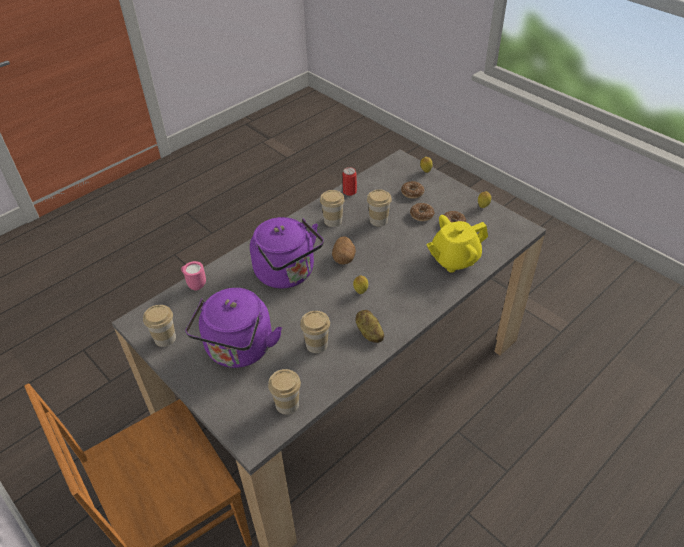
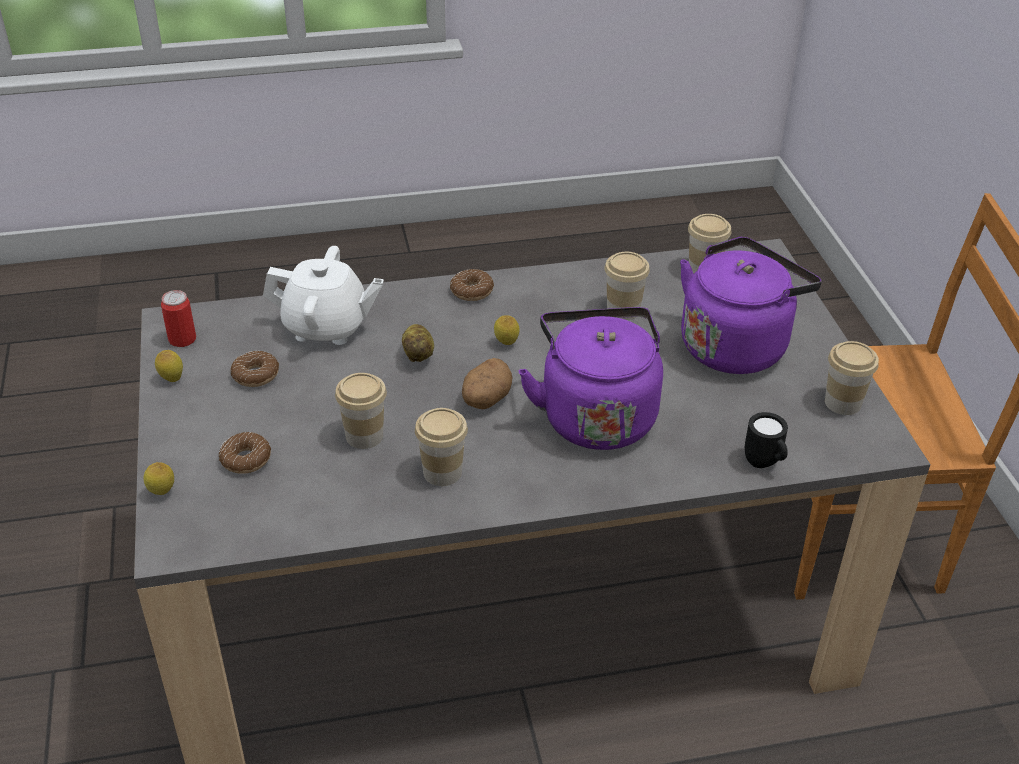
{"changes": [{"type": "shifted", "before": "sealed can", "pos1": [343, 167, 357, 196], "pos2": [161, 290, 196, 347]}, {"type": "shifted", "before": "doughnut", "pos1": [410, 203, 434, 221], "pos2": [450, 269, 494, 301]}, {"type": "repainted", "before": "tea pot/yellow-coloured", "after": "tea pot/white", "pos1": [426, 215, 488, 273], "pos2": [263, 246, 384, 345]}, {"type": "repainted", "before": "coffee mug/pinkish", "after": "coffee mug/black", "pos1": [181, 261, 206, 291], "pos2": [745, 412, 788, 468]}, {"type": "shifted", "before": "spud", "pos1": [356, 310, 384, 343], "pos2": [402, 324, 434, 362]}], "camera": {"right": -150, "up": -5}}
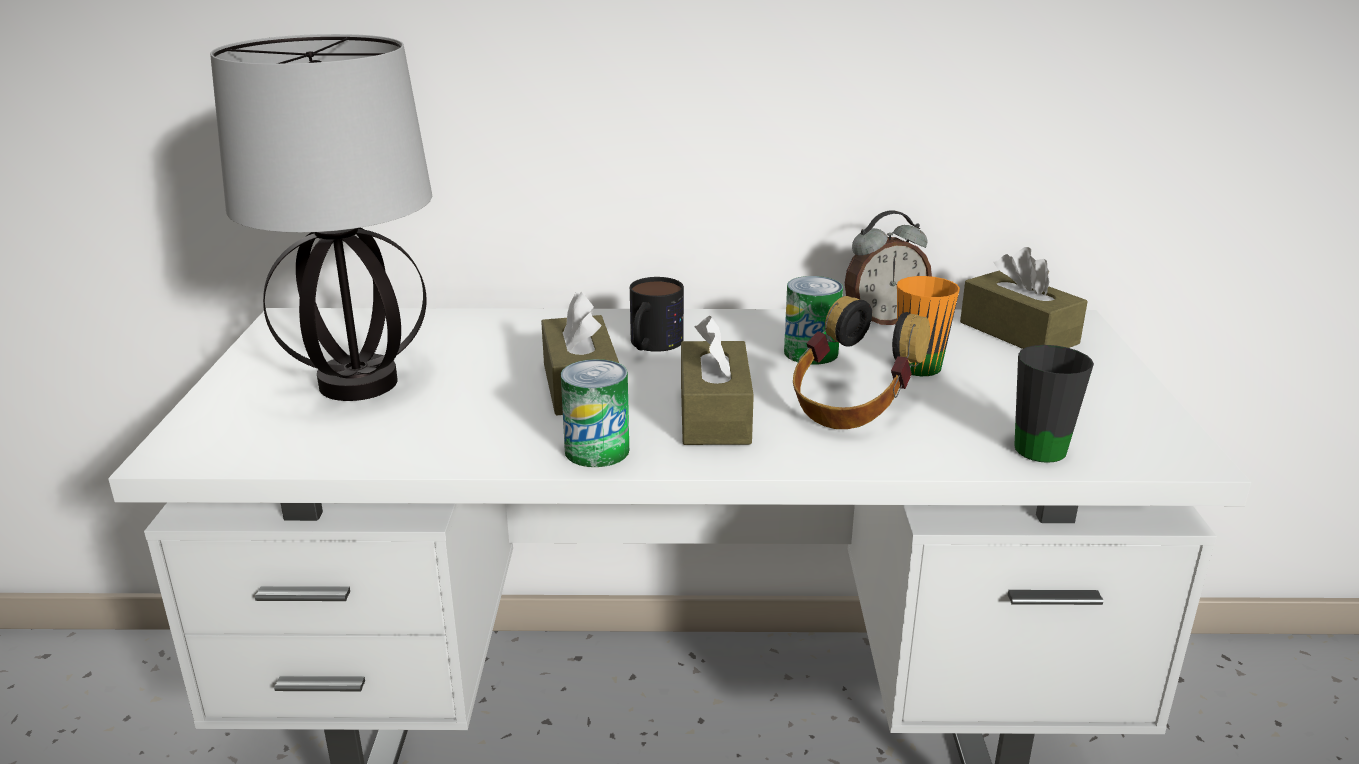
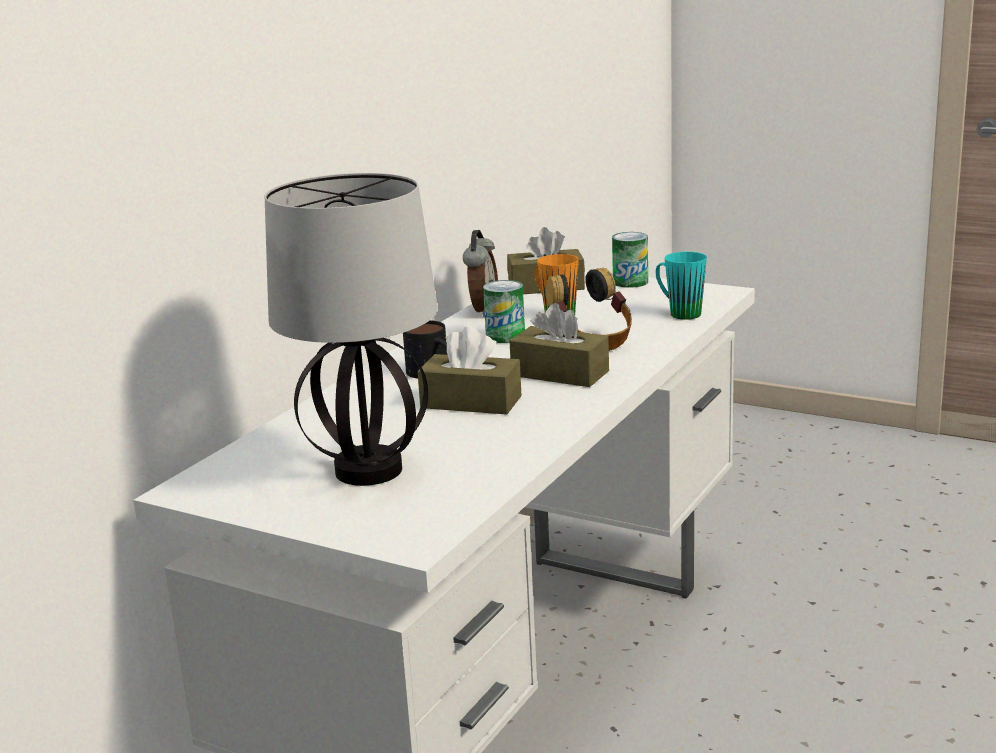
{"changes": [{"type": "repainted", "before": "coffee mug/black", "after": "coffee mug/turquoise-coloured", "pos1": [1014, 345, 1094, 463], "pos2": [656, 252, 707, 320]}, {"type": "shifted", "before": "sealed can", "pos1": [561, 359, 629, 467], "pos2": [612, 232, 648, 288]}], "camera": {"right": -60, "up": -5}}
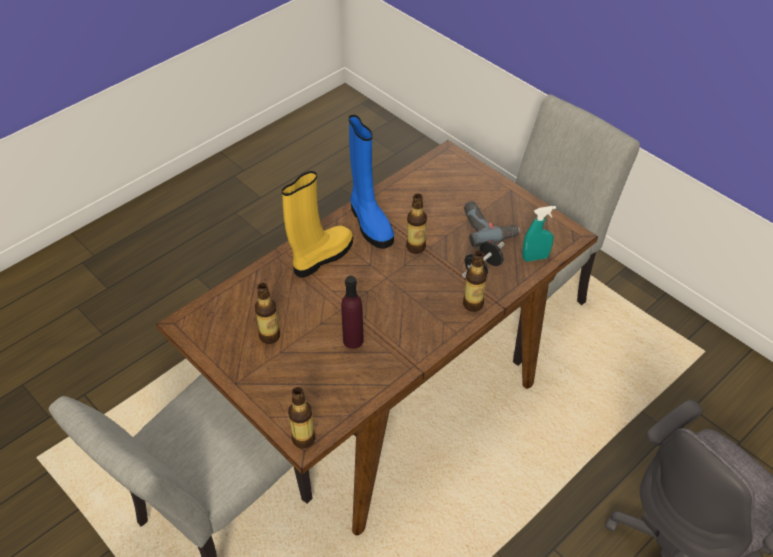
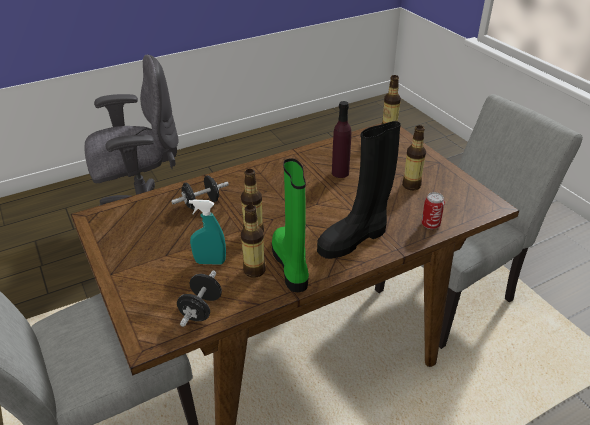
{"changes": [{"type": "repainted", "before": "tall boot/bluish", "after": "tall boot/green", "pos1": [349, 115, 394, 249], "pos2": [272, 158, 309, 292]}, {"type": "repainted", "before": "tall boot/yellow-coloured", "after": "tall boot/black", "pos1": [282, 171, 353, 278], "pos2": [317, 121, 401, 259]}, {"type": "gone", "before": "power drill", "pos1": [464, 201, 520, 247]}, {"type": "shifted", "before": "spray bottle/turquoise-coloured", "pos1": [522, 206, 556, 262], "pos2": [189, 199, 226, 265]}, {"type": "shifted", "before": "drink bottle", "pos1": [463, 251, 487, 312], "pos2": [241, 205, 266, 278]}, {"type": "new", "after": "sealed can", "pos2": [421, 192, 445, 229]}, {"type": "new", "after": "dumbbell/black", "pos2": [177, 270, 222, 327]}], "camera": {"right": -165, "up": -10}}
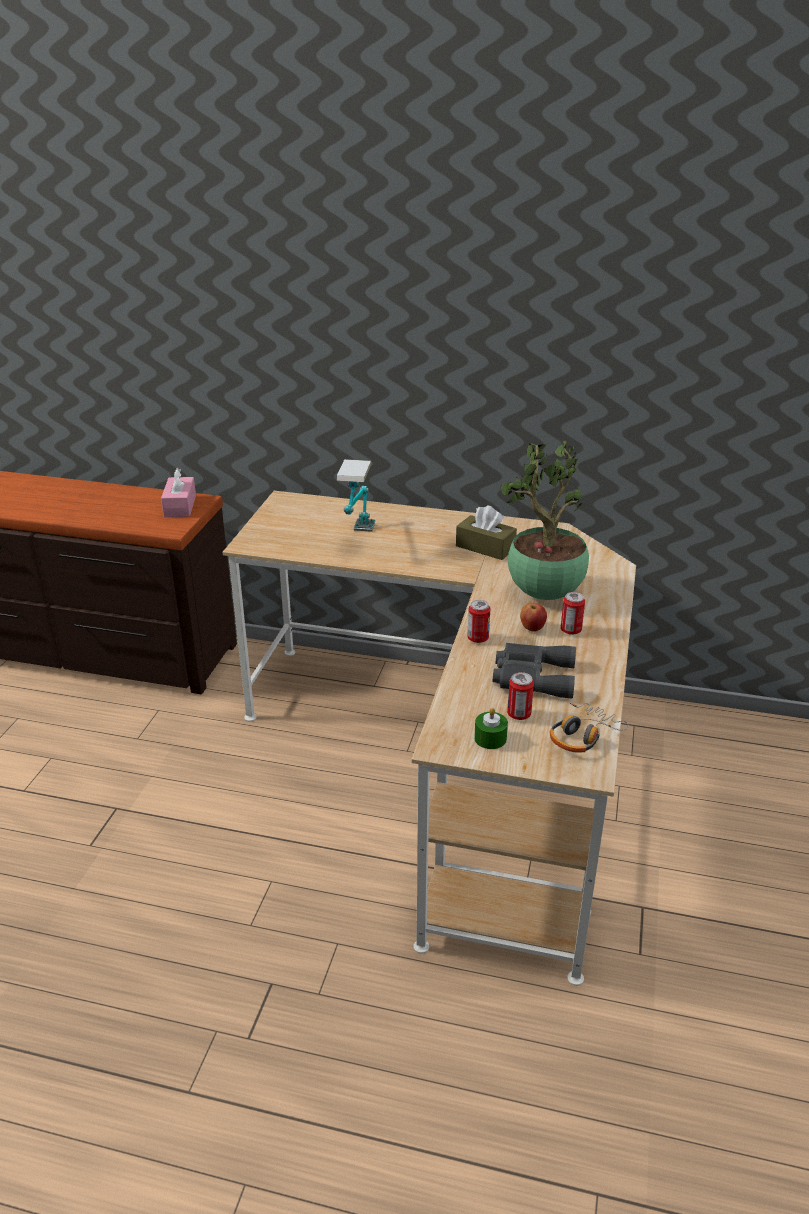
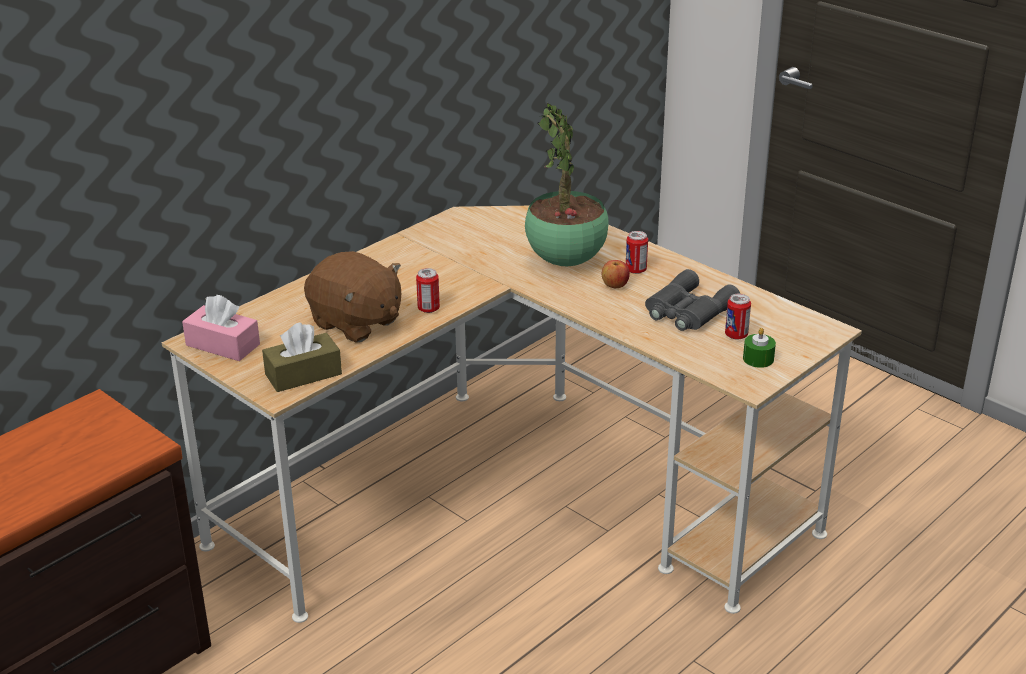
{"changes": [{"type": "swapped", "before": "lamp for a table", "after": "cuddly toy/brown", "pos1": [337, 459, 375, 532], "pos2": [304, 251, 401, 343]}, {"type": "shifted", "before": "tissue holder/pinkish", "pos1": [161, 468, 196, 517], "pos2": [182, 295, 260, 361]}, {"type": "shifted", "before": "tissue holder/brown", "pos1": [456, 505, 517, 560], "pos2": [262, 323, 342, 392]}, {"type": "shifted", "before": "sealed can", "pos1": [467, 600, 490, 643], "pos2": [416, 268, 440, 313]}, {"type": "gone", "before": "headset", "pos1": [550, 703, 629, 753]}], "camera": {"right": -60, "up": 0}}
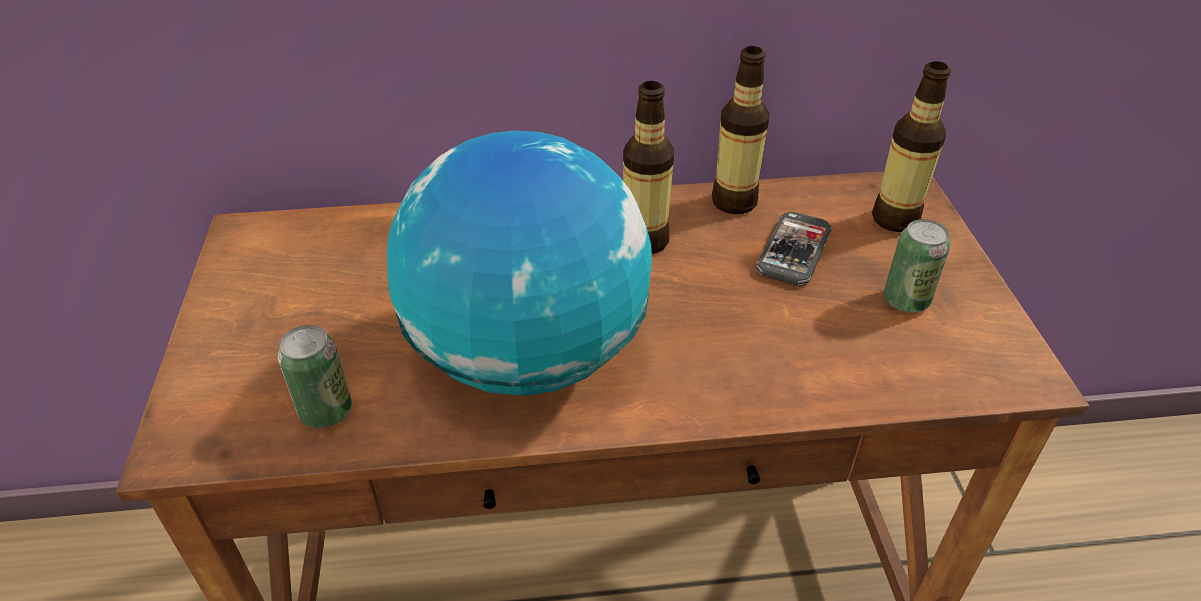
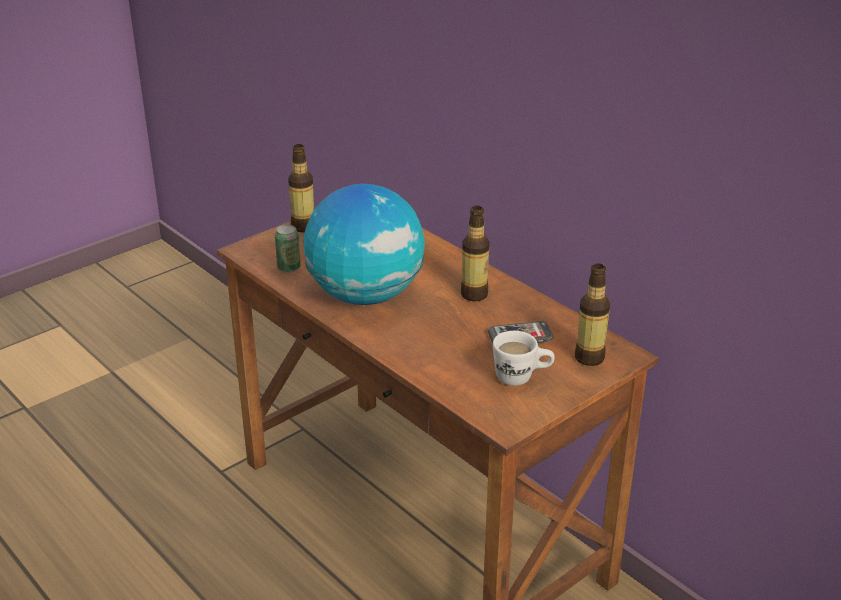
{"changes": [{"type": "shifted", "before": "drink bottle", "pos1": [712, 46, 770, 214], "pos2": [288, 144, 314, 232]}, {"type": "swapped", "before": "sealed can", "after": "coffee mug/white", "pos1": [884, 219, 951, 313], "pos2": [493, 331, 555, 386]}], "camera": {"right": 55, "up": -10}}
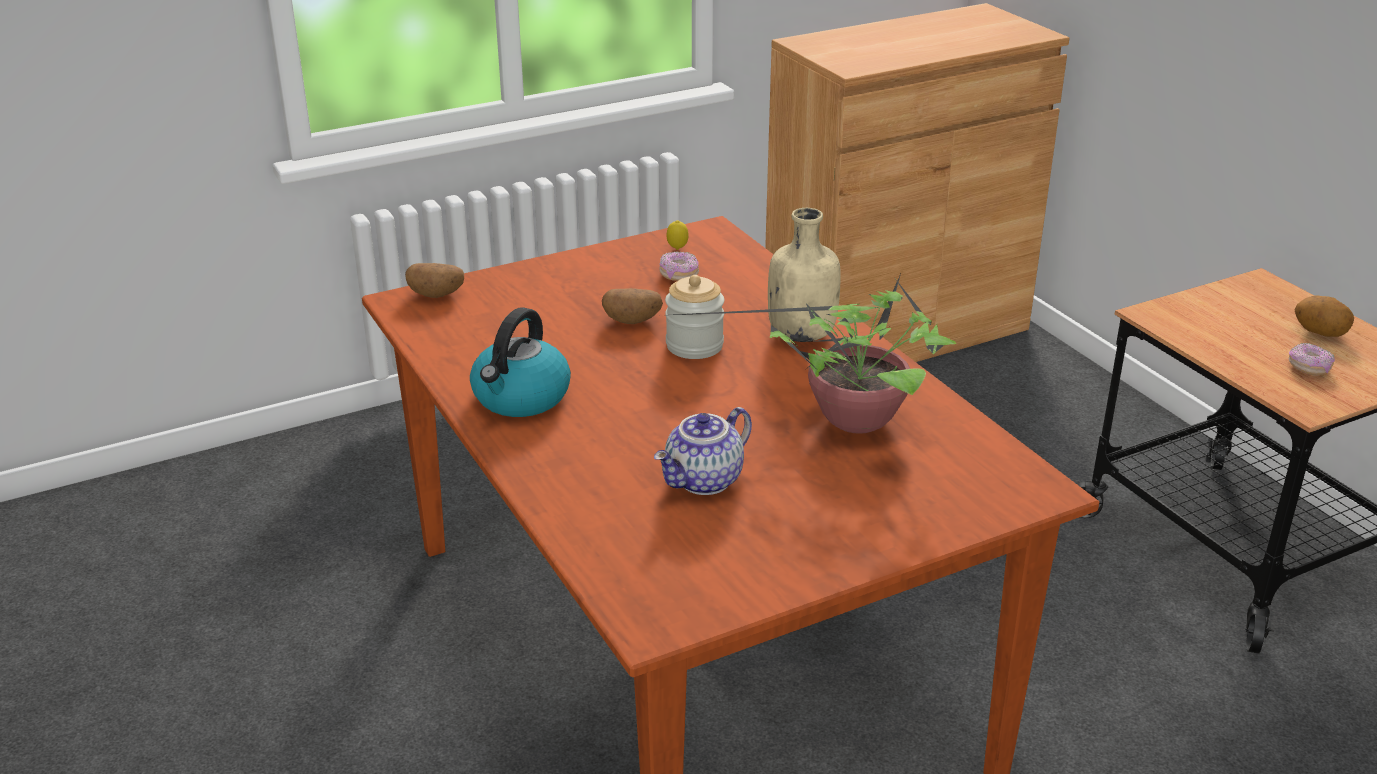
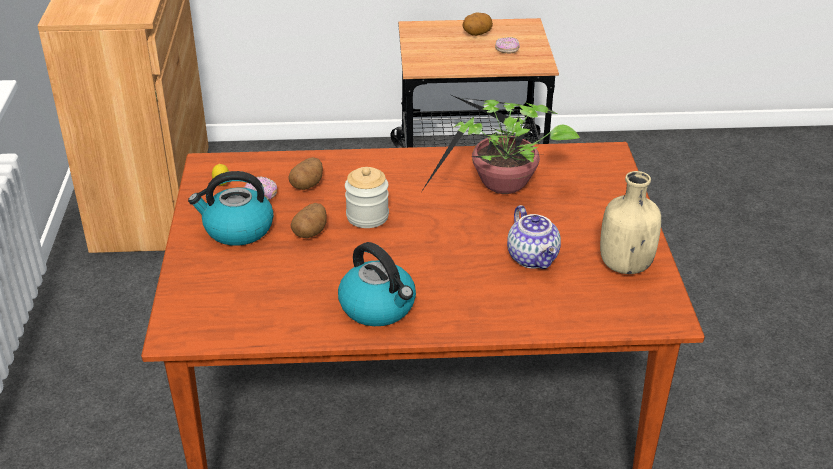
{"changes": [{"type": "shifted", "before": "drink bottle/beige", "pos1": [768, 208, 841, 342], "pos2": [600, 171, 661, 274]}, {"type": "shifted", "before": "spud", "pos1": [405, 263, 464, 298], "pos2": [288, 157, 323, 190]}, {"type": "new", "after": "tea kettle", "pos2": [188, 171, 274, 246]}], "camera": {"right": -65, "up": 5}}
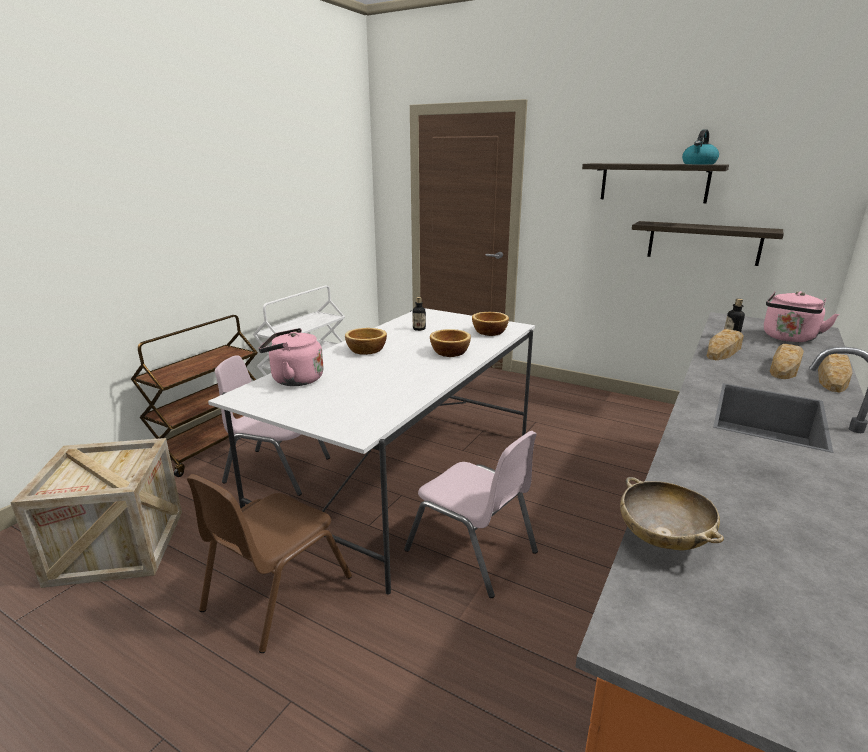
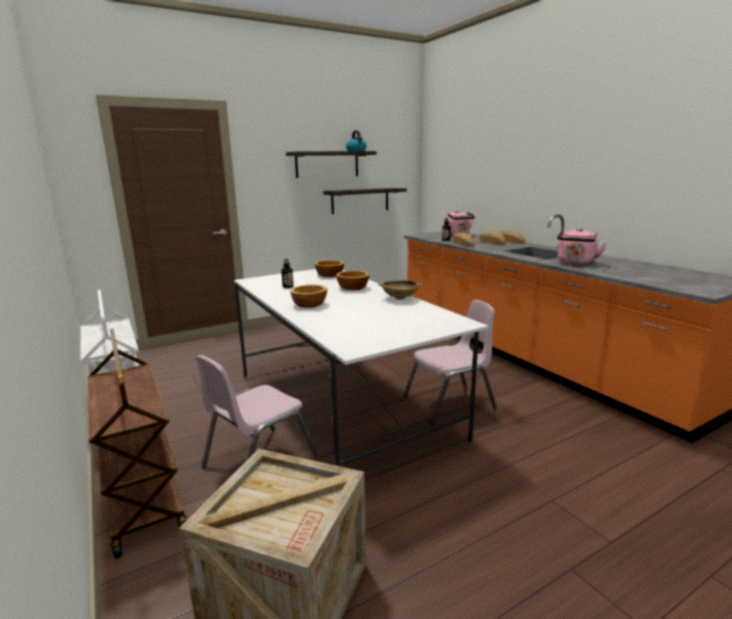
{"changes": [{"type": "shifted", "before": "tea kettle/pinkish", "pos1": [258, 328, 324, 386], "pos2": [557, 228, 607, 265]}, {"type": "gone", "before": "chair/brown", "pos1": [187, 474, 352, 653]}, {"type": "shifted", "before": "deep dish/beige", "pos1": [620, 477, 724, 551], "pos2": [378, 280, 422, 300]}], "camera": {"right": -60, "up": -5}}
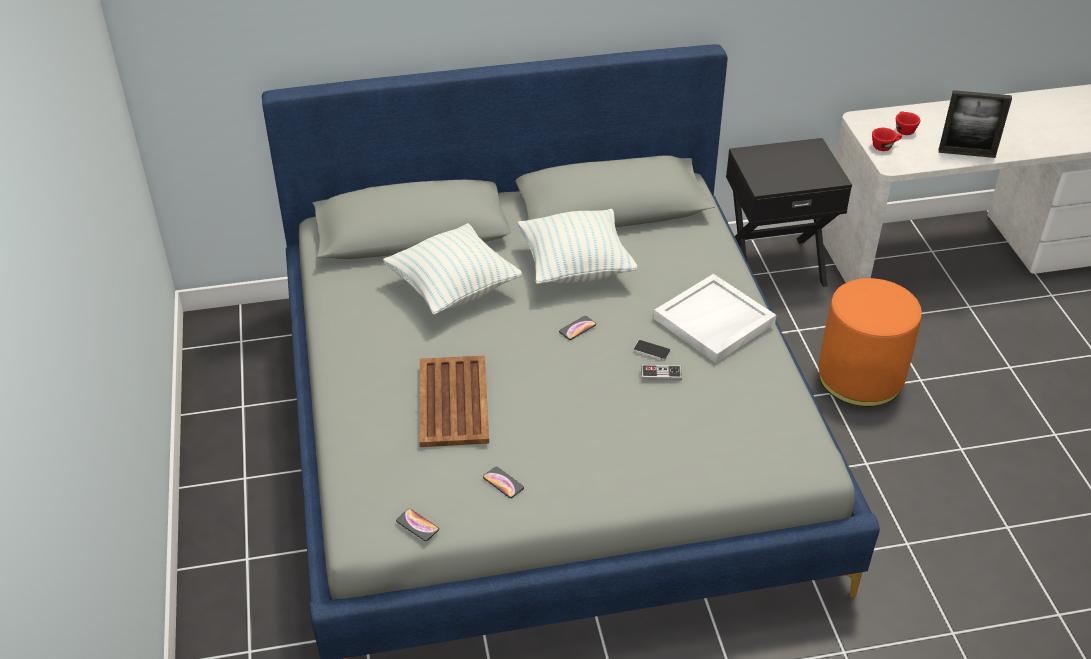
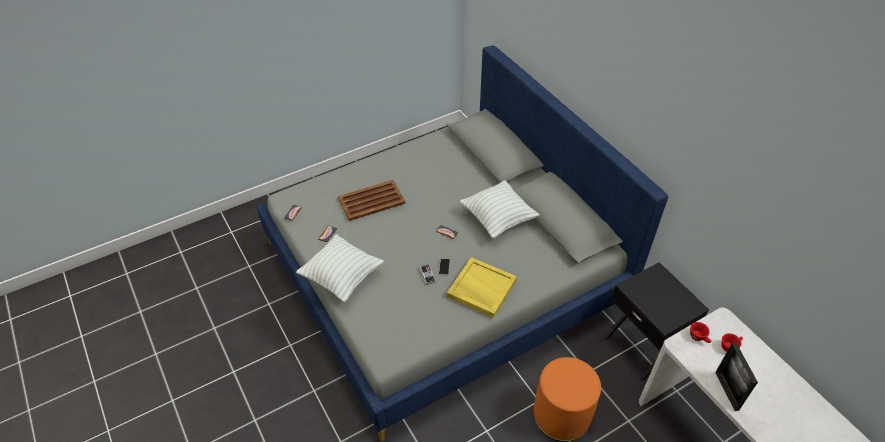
{"changes": [{"type": "shifted", "before": "pillow", "pos1": [383, 223, 522, 315], "pos2": [296, 234, 384, 303]}, {"type": "repainted", "before": "tray/white", "after": "tray/yellow-coloured", "pos1": [654, 274, 776, 363], "pos2": [447, 257, 517, 318]}], "camera": {"right": 70, "up": 5}}
